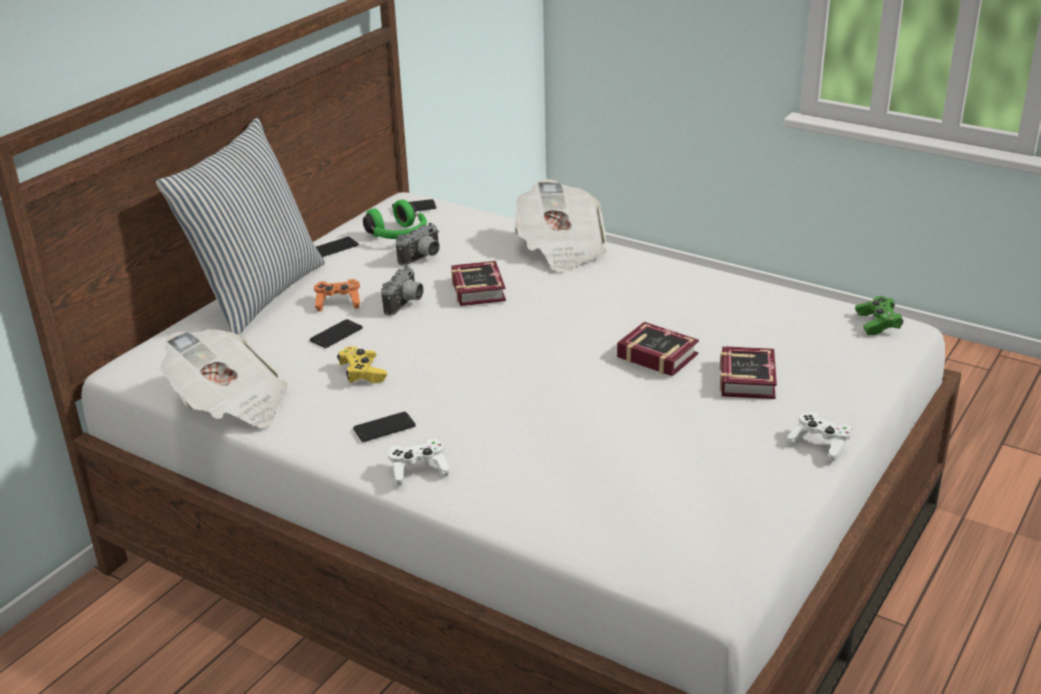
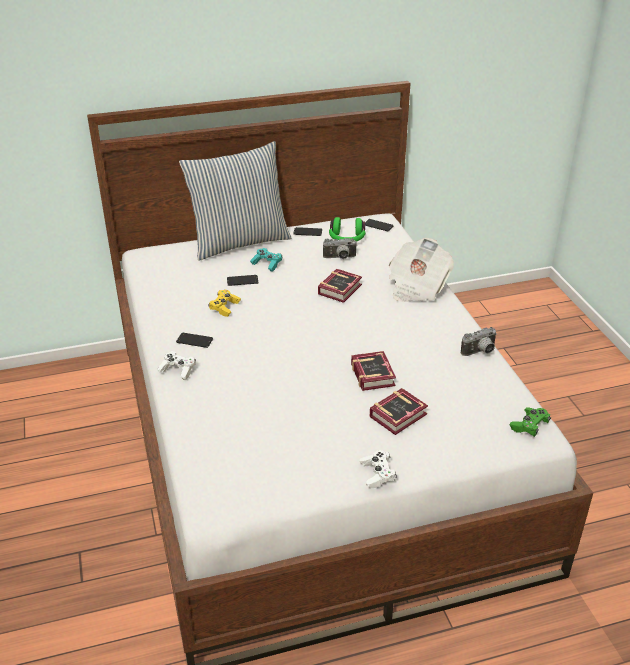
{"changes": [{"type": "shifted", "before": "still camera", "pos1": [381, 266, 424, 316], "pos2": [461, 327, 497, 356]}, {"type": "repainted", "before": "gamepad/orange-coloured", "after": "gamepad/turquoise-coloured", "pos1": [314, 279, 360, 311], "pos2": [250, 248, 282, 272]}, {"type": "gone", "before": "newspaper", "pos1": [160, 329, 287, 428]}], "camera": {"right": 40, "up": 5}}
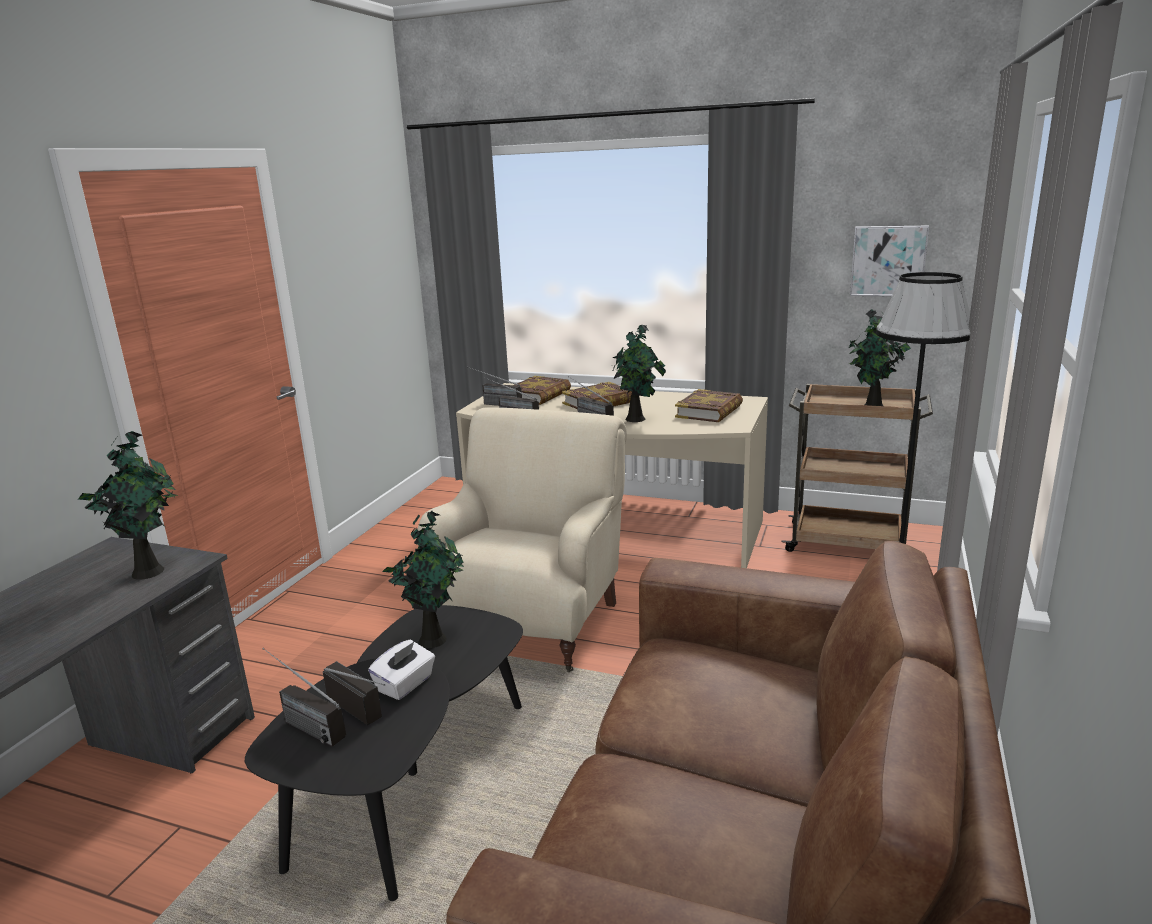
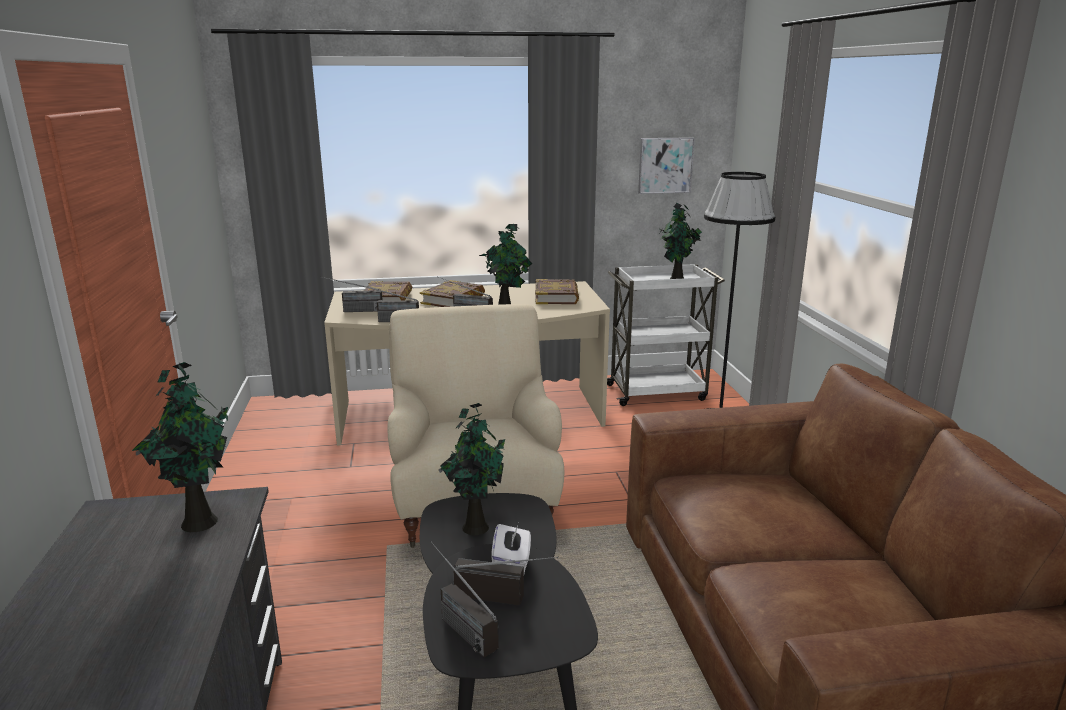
{"changes": [{"type": "repainted", "before": "wheeled cart/brown", "after": "wheeled cart/white", "pos1": [781, 384, 933, 552], "pos2": [607, 264, 725, 406]}, {"type": "rotated", "before": "radio set", "pos1": [263, 648, 346, 747], "pos2": [431, 541, 499, 657], "turn": 45}], "camera": {"right": -30, "up": 0}}
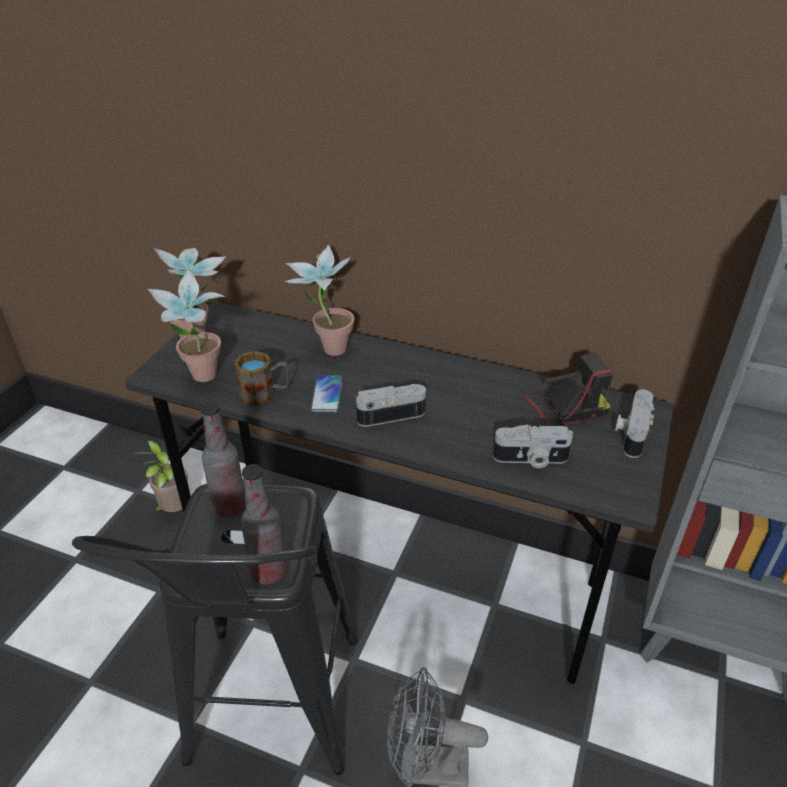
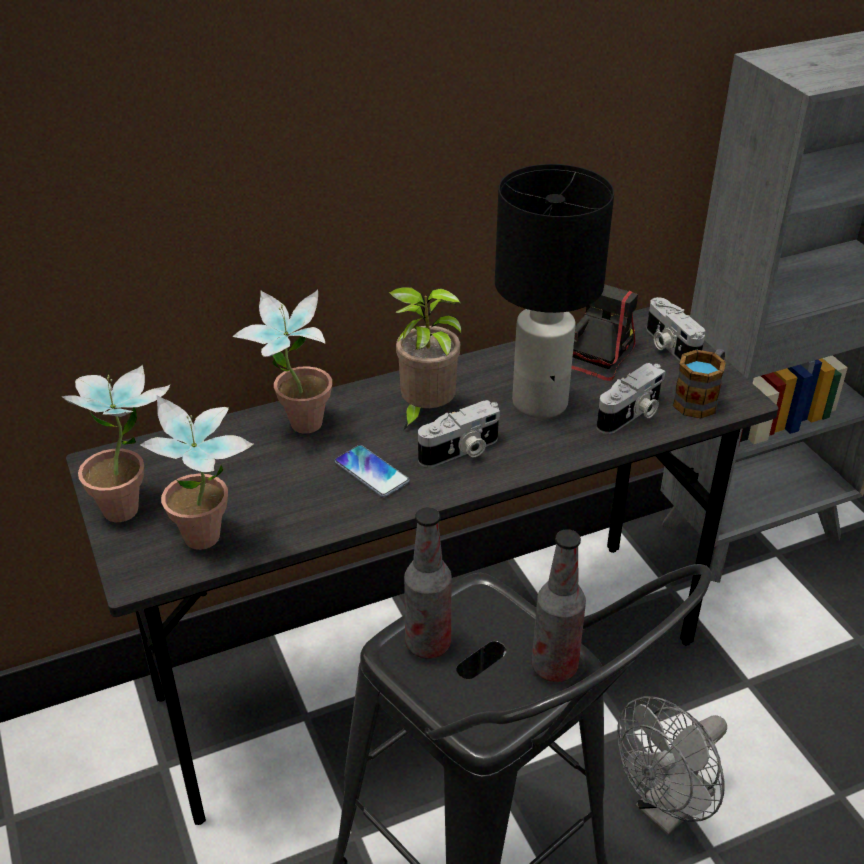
{"changes": [{"type": "shifted", "before": "coffee mug", "pos1": [234, 351, 290, 406], "pos2": [673, 349, 726, 418]}, {"type": "rotated", "before": "still camera", "pos1": [356, 384, 426, 427], "pos2": [418, 400, 500, 467], "turn": -150}, {"type": "shifted", "before": "potted plant", "pos1": [136, 440, 190, 512], "pos2": [389, 287, 462, 430]}, {"type": "new", "after": "lamp for a table/black", "pos2": [495, 164, 614, 419]}], "camera": {"right": -45, "up": 0}}
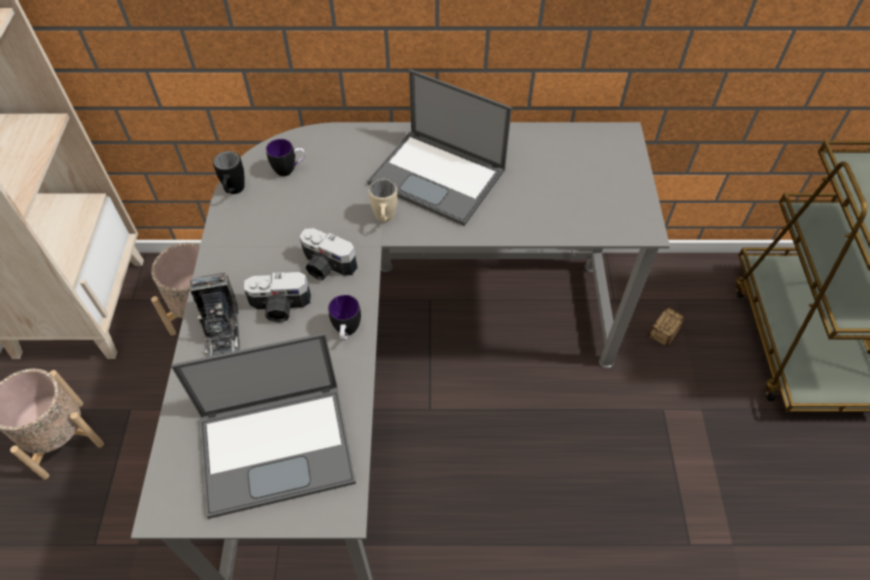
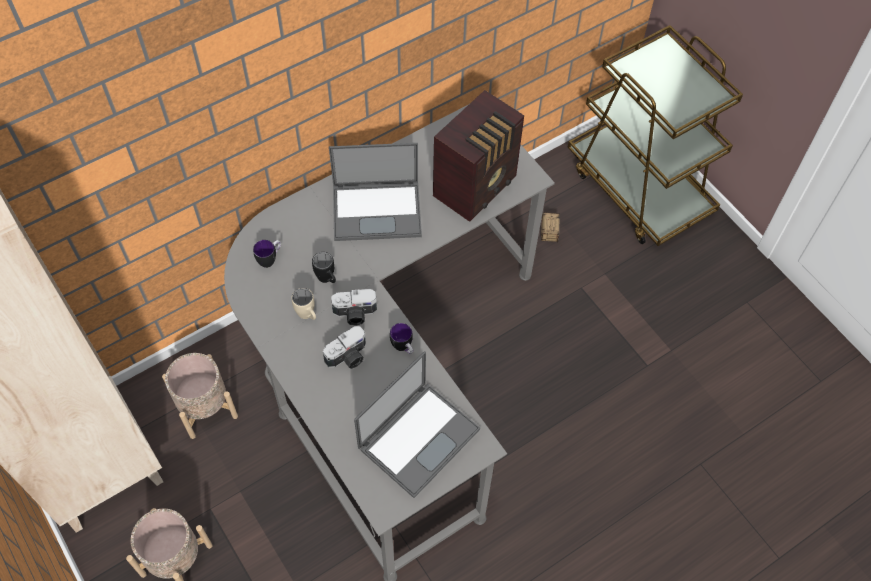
{"changes": [{"type": "shifted", "before": "coffee mug/black", "pos1": [213, 151, 245, 194], "pos2": [312, 252, 336, 283]}, {"type": "shifted", "before": "coffee mug/beige", "pos1": [369, 179, 397, 222], "pos2": [291, 288, 316, 320]}, {"type": "gone", "before": "still camera", "pos1": [190, 273, 240, 357]}, {"type": "new", "after": "radio set", "pos2": [433, 90, 524, 222]}], "camera": {"right": -35, "up": 5}}
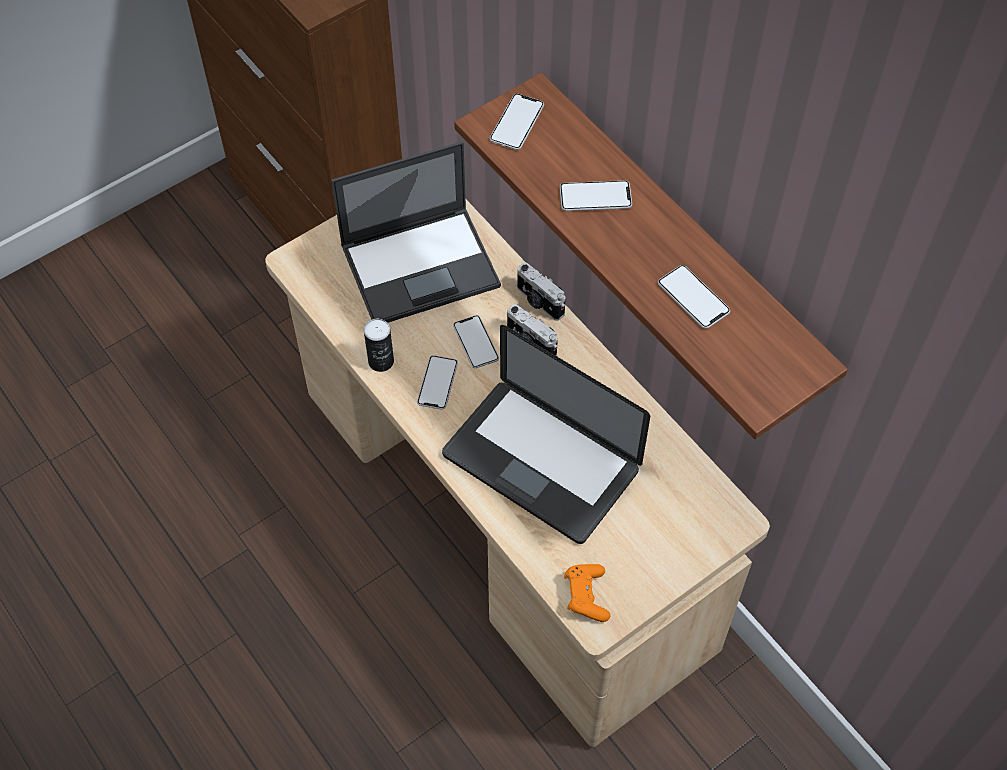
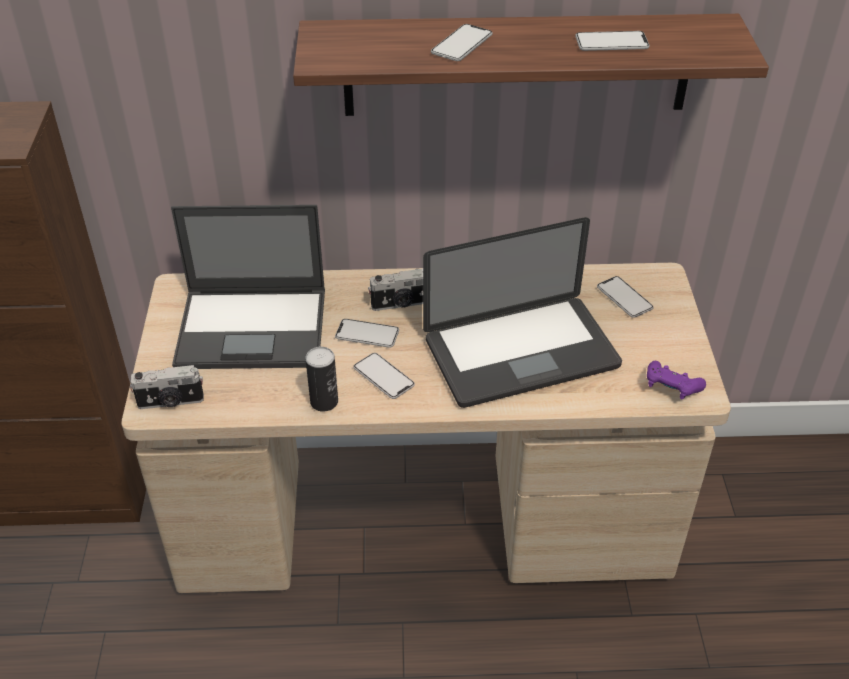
{"changes": [{"type": "shifted", "before": "telephone", "pos1": [489, 94, 544, 150], "pos2": [597, 276, 654, 318]}, {"type": "rotated", "before": "notebook computer", "pos1": [332, 142, 501, 323], "pos2": [171, 205, 325, 369], "turn": 75}, {"type": "shifted", "before": "still camera", "pos1": [517, 262, 566, 321], "pos2": [130, 365, 204, 409]}, {"type": "repainted", "before": "gamepad/orange-coloured", "after": "gamepad/purple", "pos1": [564, 564, 610, 622], "pos2": [647, 361, 706, 399]}], "camera": {"right": -55, "up": -15}}
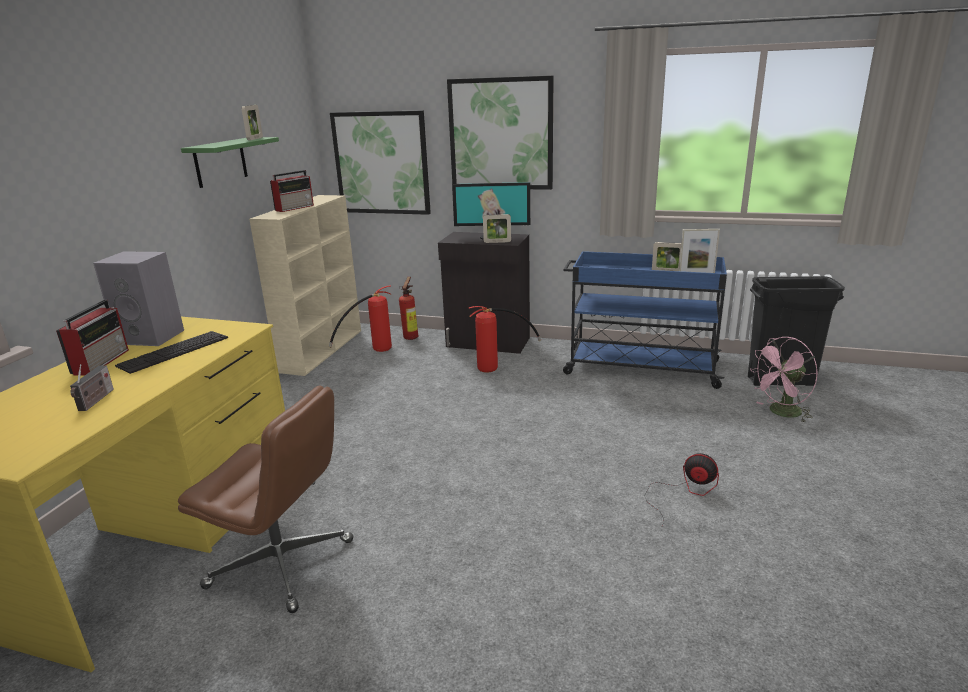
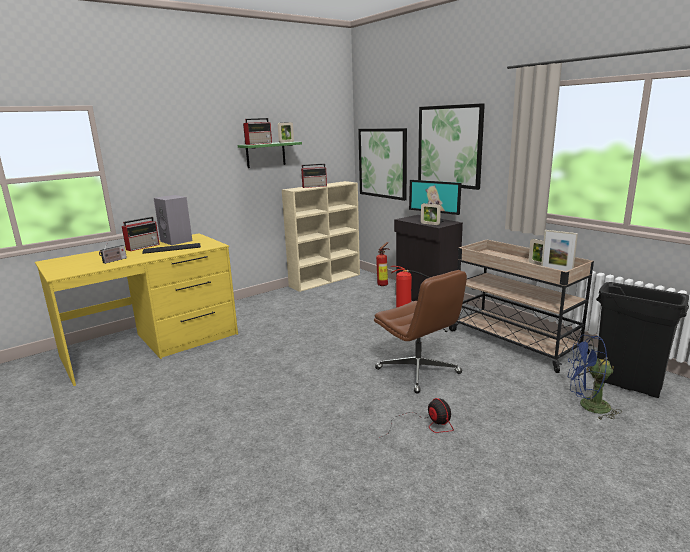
{"changes": [{"type": "repainted", "before": "wheeled cart/bluish", "after": "wheeled cart/beige", "pos1": [563, 251, 727, 389], "pos2": [449, 240, 594, 373]}, {"type": "gone", "before": "fire-fighting cylinder", "pos1": [329, 286, 392, 352]}, {"type": "repainted", "before": "cooling fan/pinkish", "after": "cooling fan/bluish", "pos1": [750, 337, 818, 422], "pos2": [567, 335, 622, 420]}, {"type": "shifted", "before": "office chair/brown", "pos1": [178, 385, 353, 613], "pos2": [374, 270, 467, 393]}, {"type": "new", "after": "radio set", "pos2": [243, 118, 272, 145]}], "camera": {"right": 35, "up": -5}}
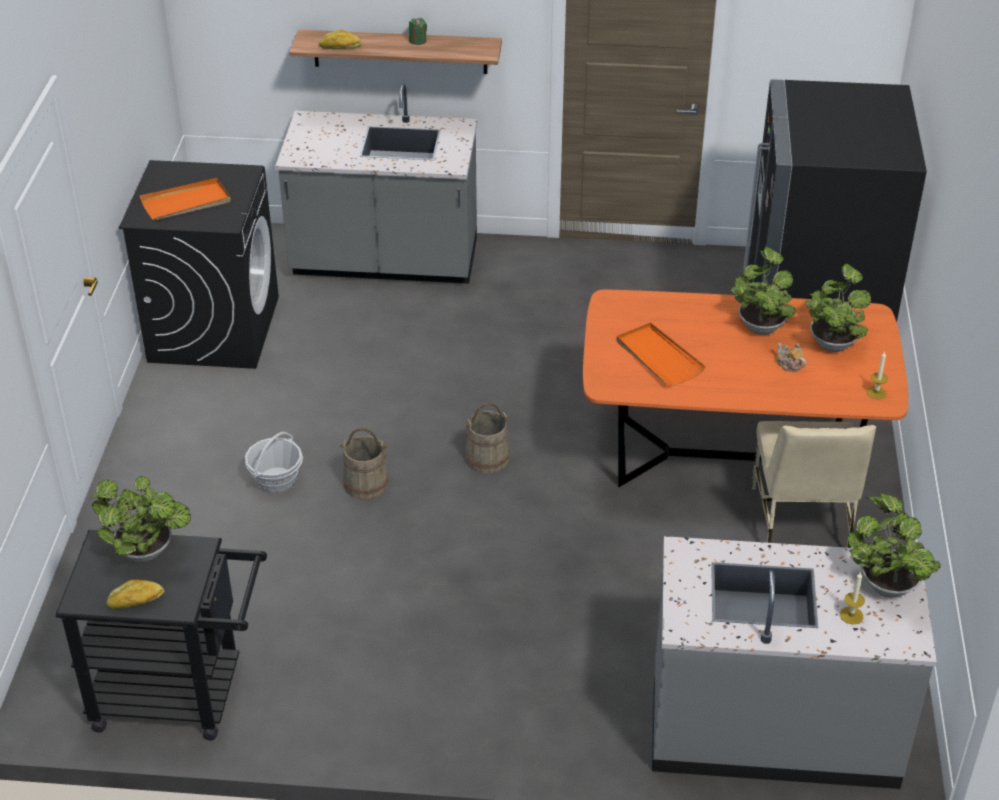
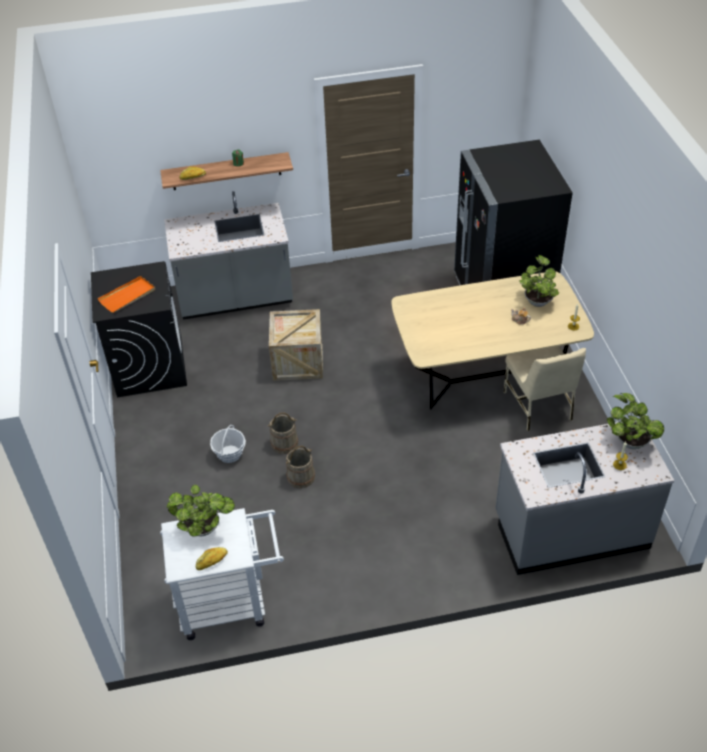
{"changes": [{"type": "gone", "before": "potted plant", "pos1": [731, 247, 796, 335]}, {"type": "repainted", "before": "dinner table/orange-coloured", "after": "dinner table/beige", "pos1": [583, 289, 908, 487], "pos2": [391, 271, 594, 410]}, {"type": "gone", "before": "tray/orange-coloured", "pos1": [617, 323, 706, 386]}, {"type": "shifted", "before": "bucket/beige", "pos1": [465, 403, 510, 474], "pos2": [286, 446, 315, 488]}, {"type": "repainted", "before": "wheeled cart/black", "after": "wheeled cart/white", "pos1": [56, 530, 267, 741], "pos2": [160, 508, 284, 640]}, {"type": "new", "after": "shipping crate", "pos2": [269, 309, 323, 381]}], "camera": {"right": -15, "up": 5}}
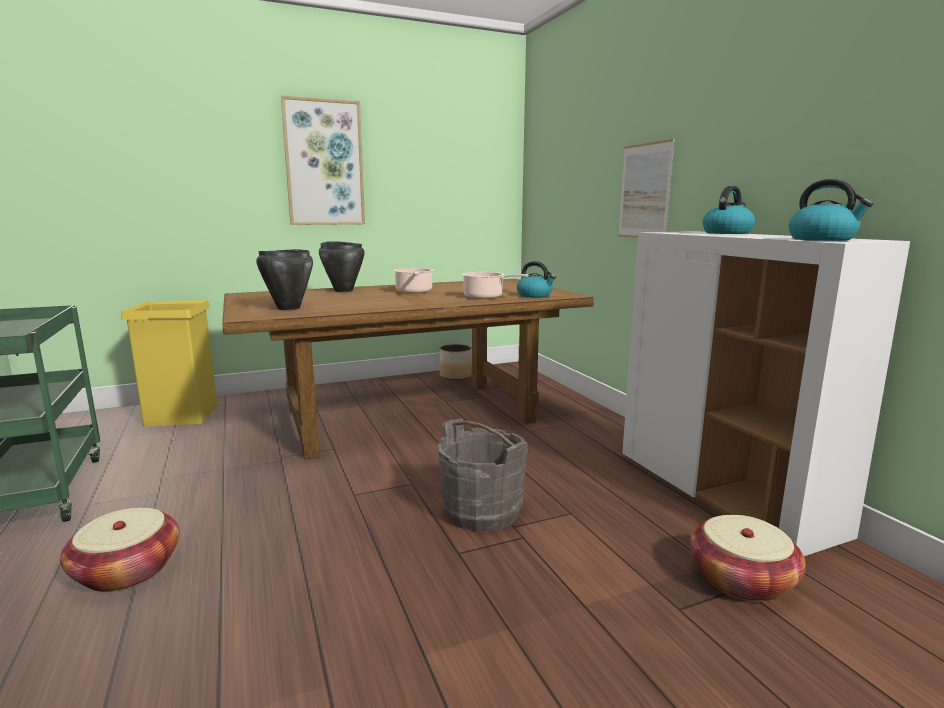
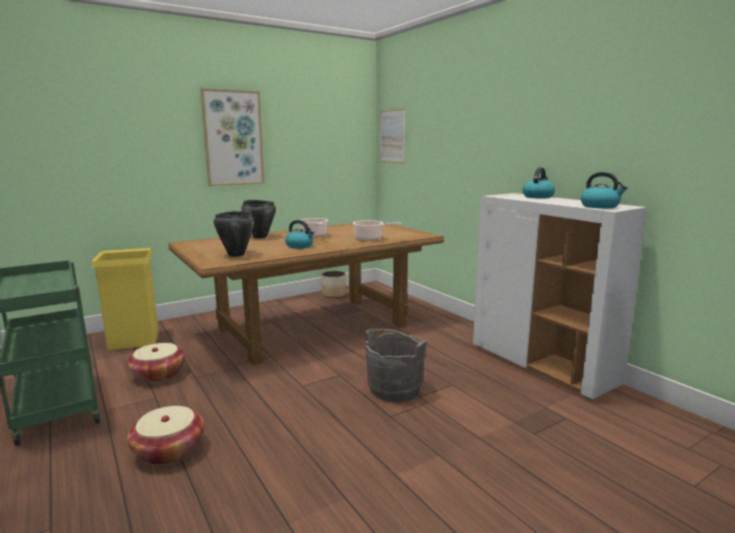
{"changes": [{"type": "shifted", "before": "wall picture", "pos1": [618, 139, 675, 238], "pos2": [380, 109, 405, 163]}, {"type": "shifted", "before": "tea kettle", "pos1": [517, 261, 556, 298], "pos2": [285, 220, 315, 249]}, {"type": "shifted", "before": "basket", "pos1": [690, 515, 806, 602], "pos2": [127, 343, 185, 383]}], "camera": {"right": -10, "up": 0}}
